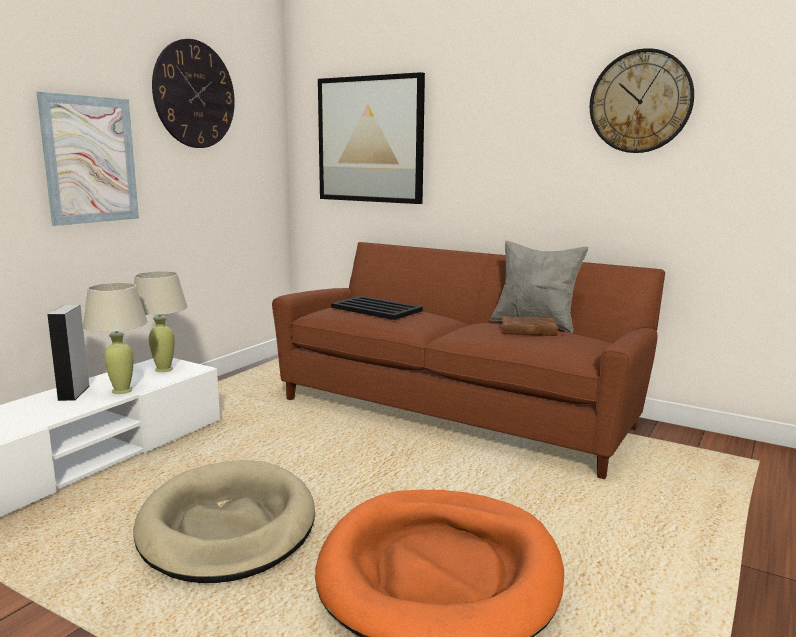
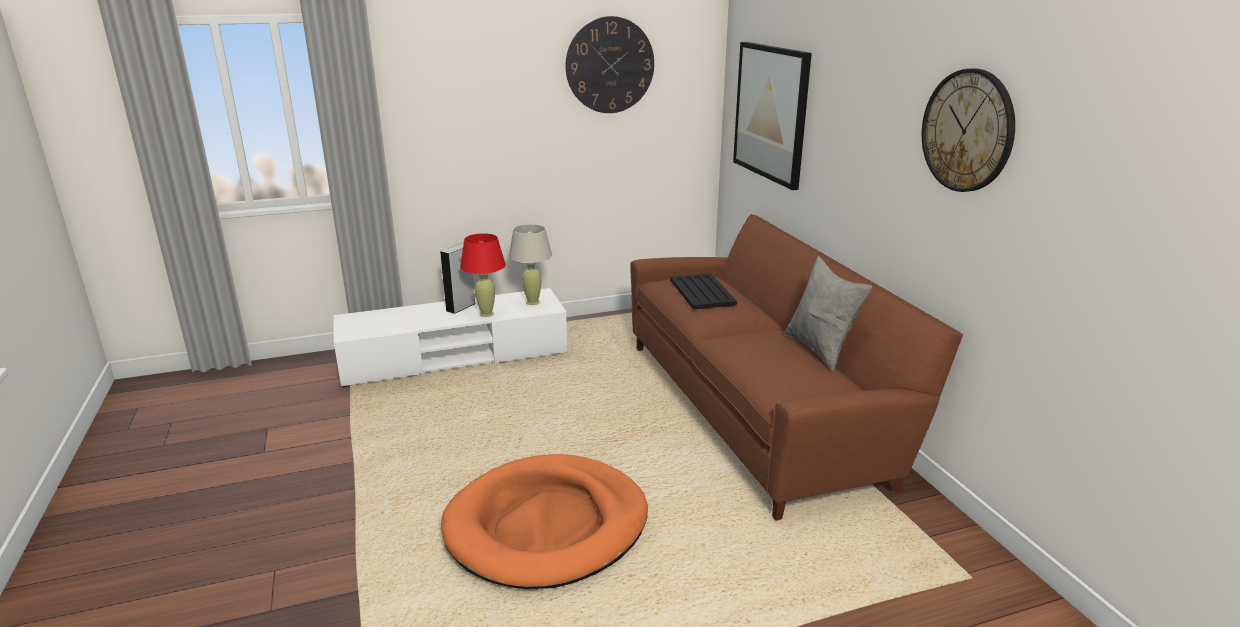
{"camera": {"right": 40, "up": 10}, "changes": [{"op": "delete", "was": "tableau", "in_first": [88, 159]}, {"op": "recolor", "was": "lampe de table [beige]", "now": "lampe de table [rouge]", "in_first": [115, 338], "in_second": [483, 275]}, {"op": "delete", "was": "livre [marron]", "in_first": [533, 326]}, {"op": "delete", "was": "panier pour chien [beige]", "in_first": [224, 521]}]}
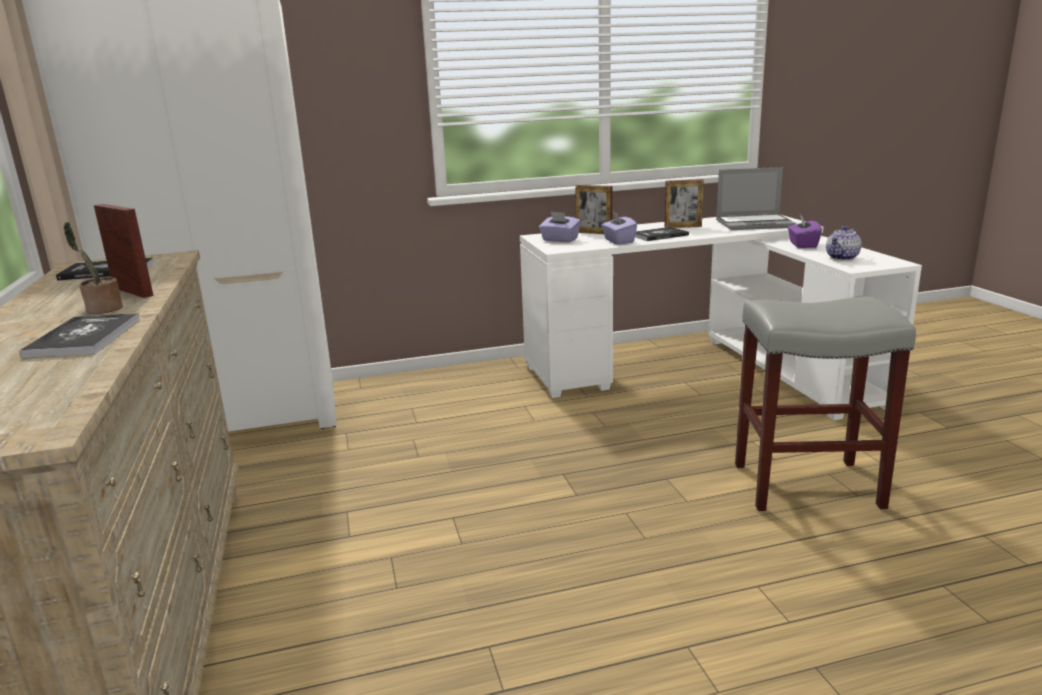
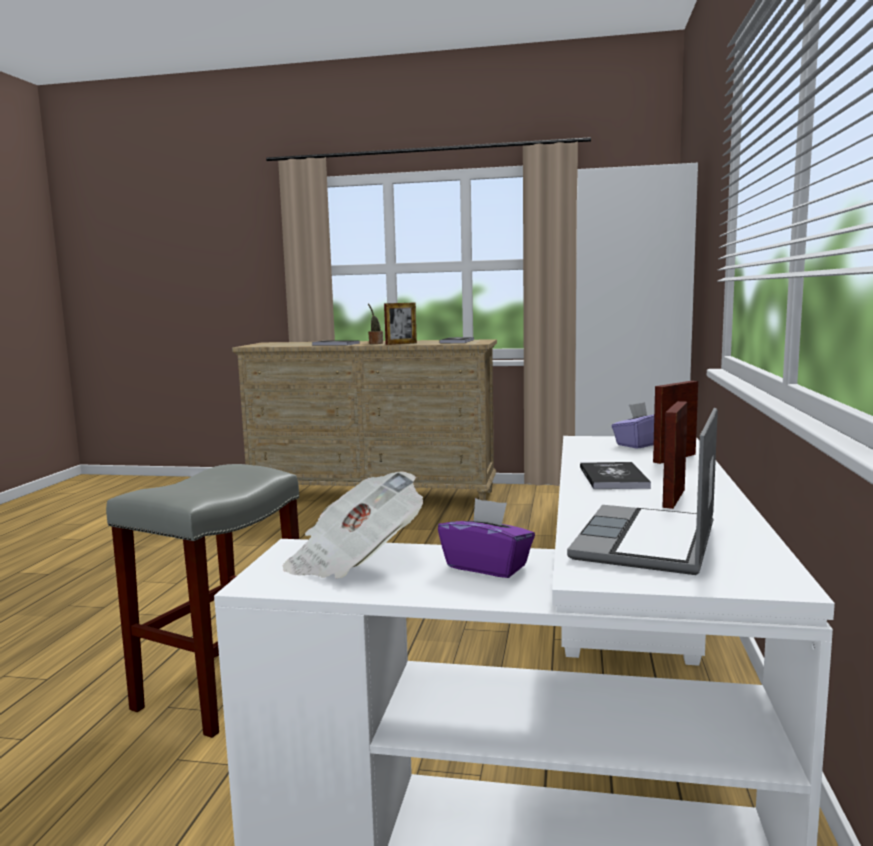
{"camera": {"right": 115, "up": -10}, "changes": [{"op": "delete", "was": "boîte à mouchoirs [violet]", "in_first": [619, 228]}, {"op": "replace", "was": "théière", "now": "journal", "in_first": [844, 243], "in_second": [353, 525]}]}
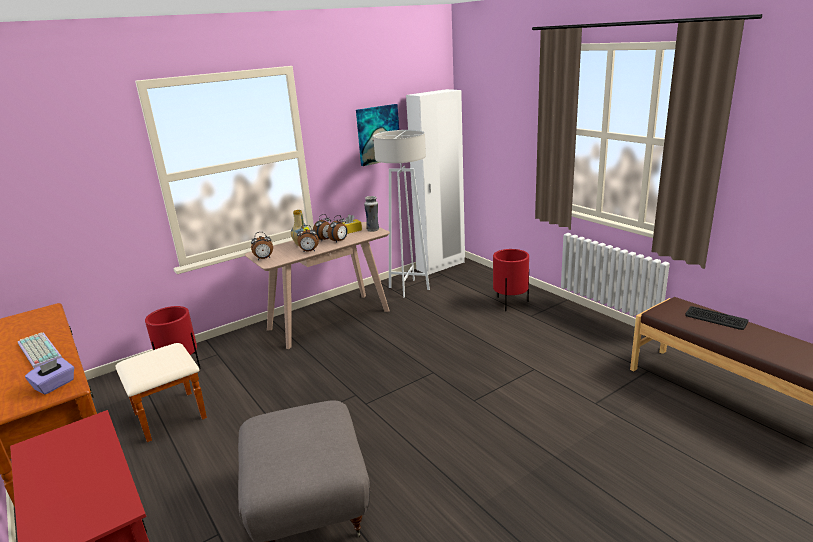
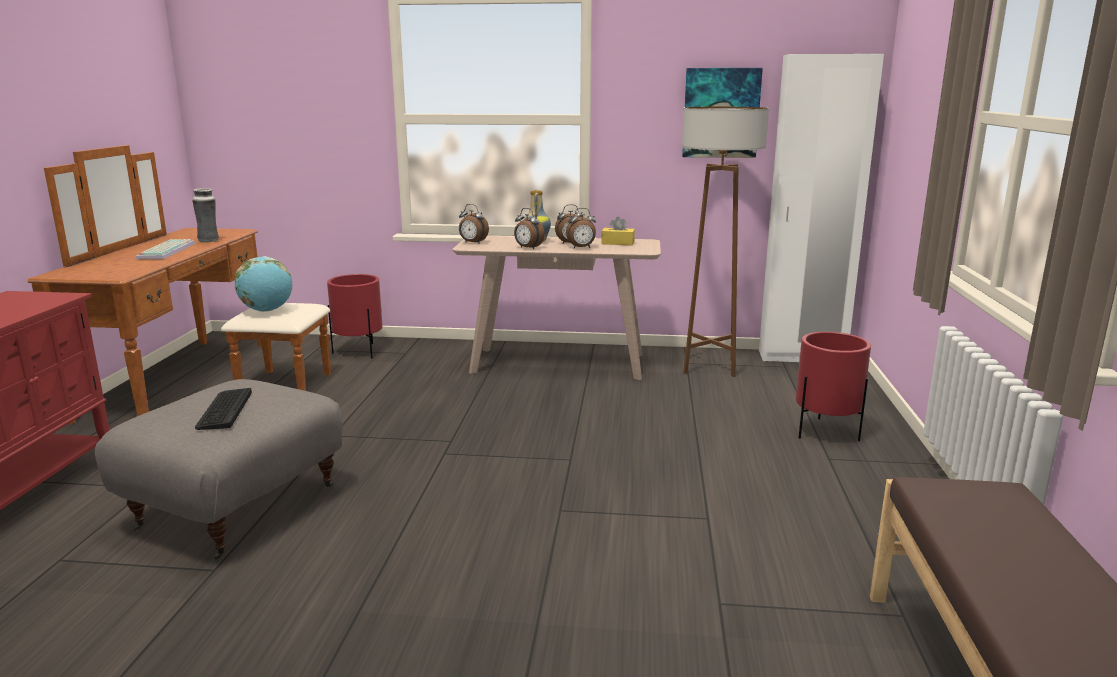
{"camera": {"right": 40, "up": -5}, "changes": [{"op": "recolor", "was": "lampadaire [blanc]", "now": "lampadaire [marron]", "in_first": [401, 214], "in_second": [725, 241]}, {"op": "move", "was": "vase", "in_first": [371, 214], "in_second": [205, 215]}, {"op": "move", "was": "clavier", "in_first": [716, 318], "in_second": [223, 409]}, {"op": "delete", "was": "boîte à mouchoirs [violet]", "in_first": [49, 376]}, {"op": "insert", "now": "globe", "in_second": [263, 284]}]}
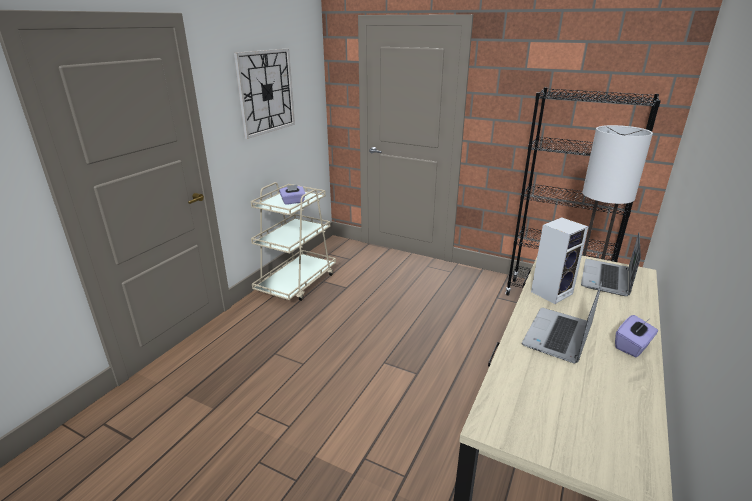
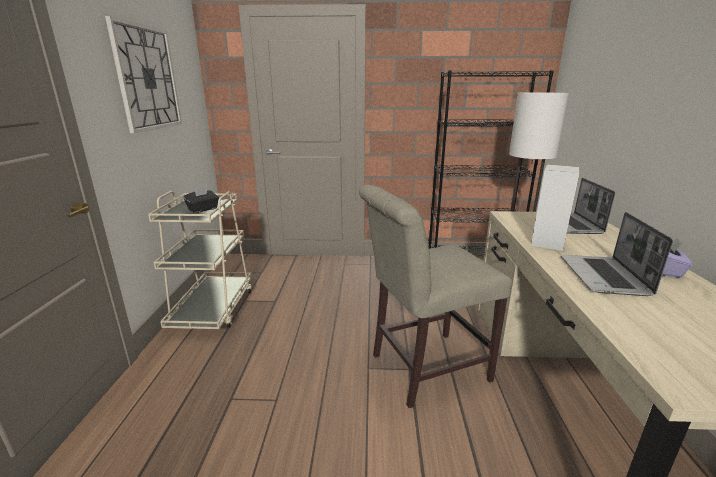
{"camera": {"right": -25, "up": -5}, "changes": [{"op": "recolor", "was": "boîte à mouchoirs [violet]", "now": "boîte à mouchoirs [noir]", "in_first": [292, 195], "in_second": [201, 200]}, {"op": "insert", "now": "chaise [beige]", "in_second": [435, 296]}]}
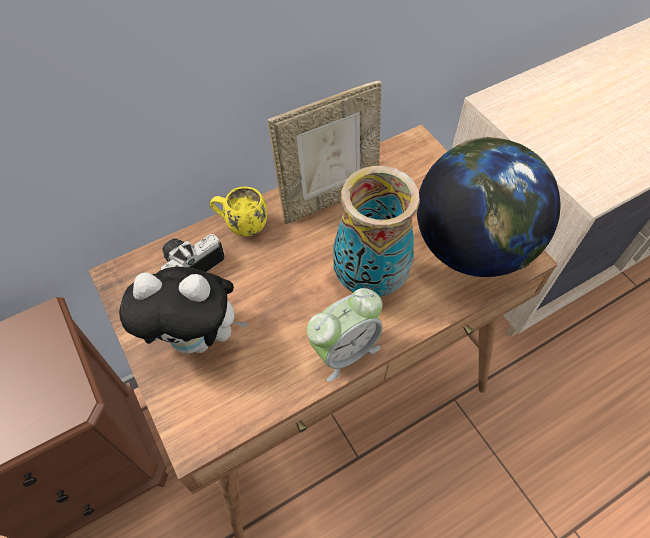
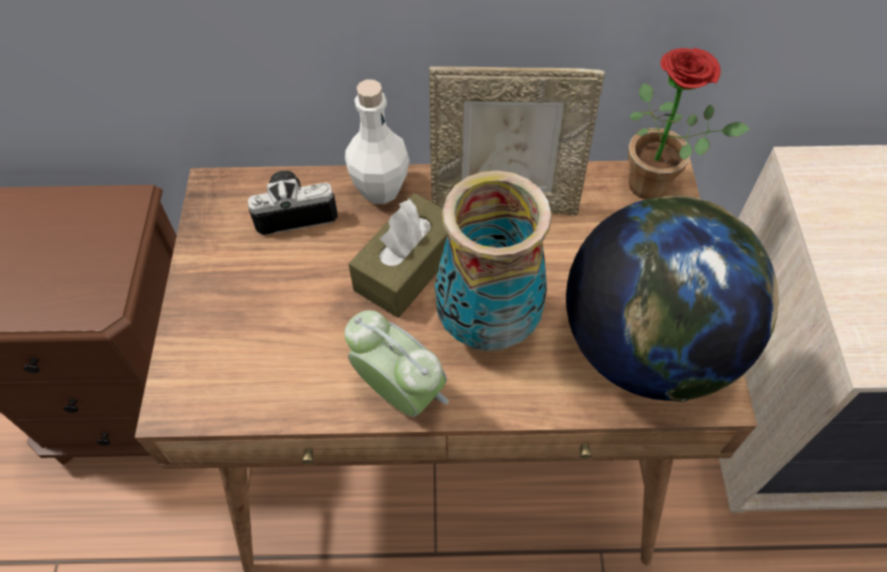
{"camera": {"right": 30, "up": 0}, "changes": [{"op": "replace", "was": "mug [jaune]", "now": "bouteille [blanc]", "in_first": [238, 211], "in_second": [377, 141]}, {"op": "delete", "was": "peluche", "in_first": [184, 310]}, {"op": "rotate", "was": "réveil", "in_first": [345, 335], "in_second": [396, 363], "clockwise": -135}, {"op": "insert", "now": "plante en pot", "in_second": [689, 123]}, {"op": "insert", "now": "boîte à mouchoirs [marron]", "in_second": [398, 255]}]}
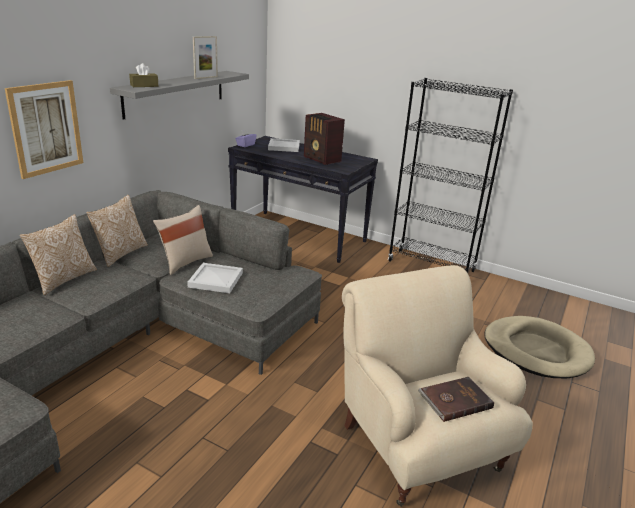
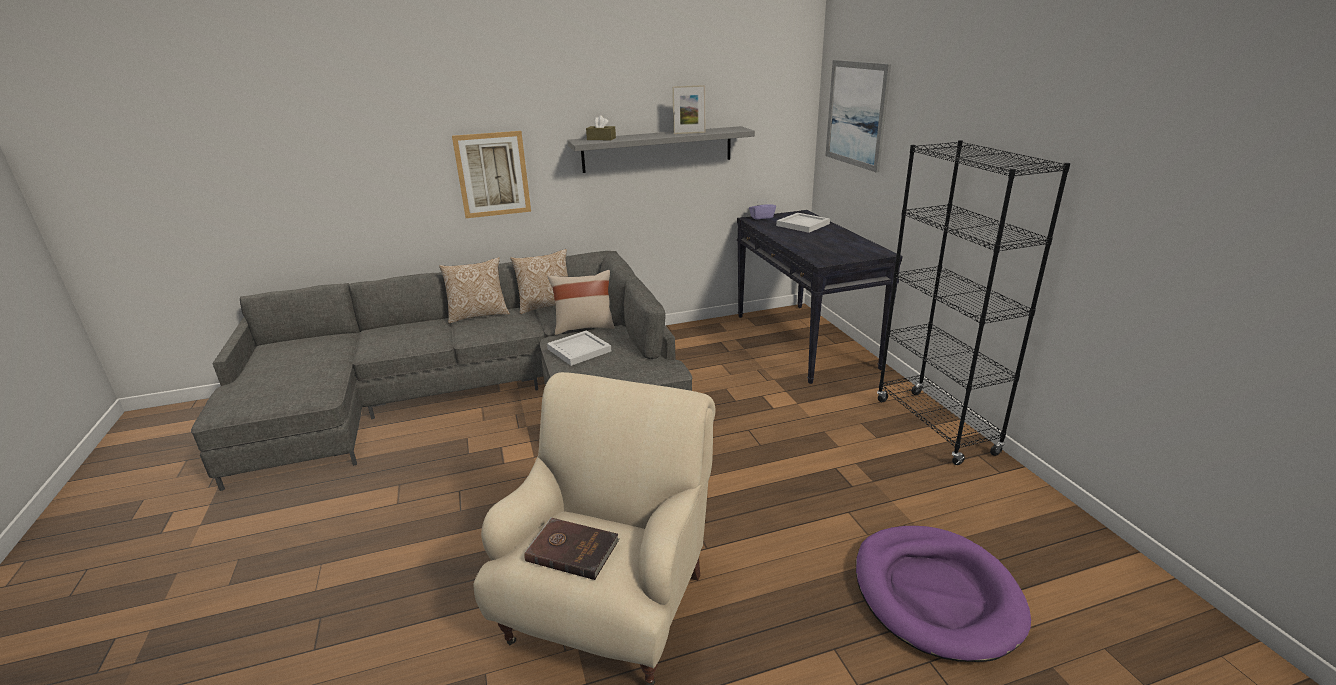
{"camera": {"right": 45, "up": 0}, "changes": [{"op": "delete", "was": "radio", "in_first": [324, 139]}, {"op": "recolor", "was": "panier pour chien [beige]", "now": "panier pour chien [violet]", "in_first": [540, 347], "in_second": [943, 594]}, {"op": "insert", "now": "tableau", "in_second": [858, 116]}]}
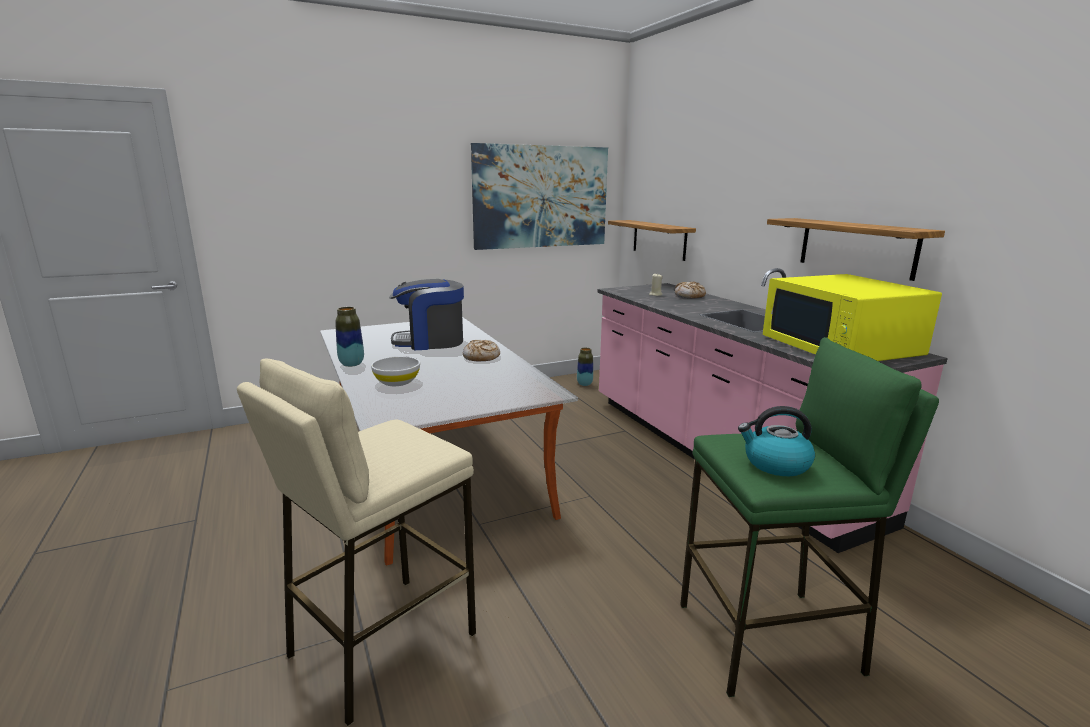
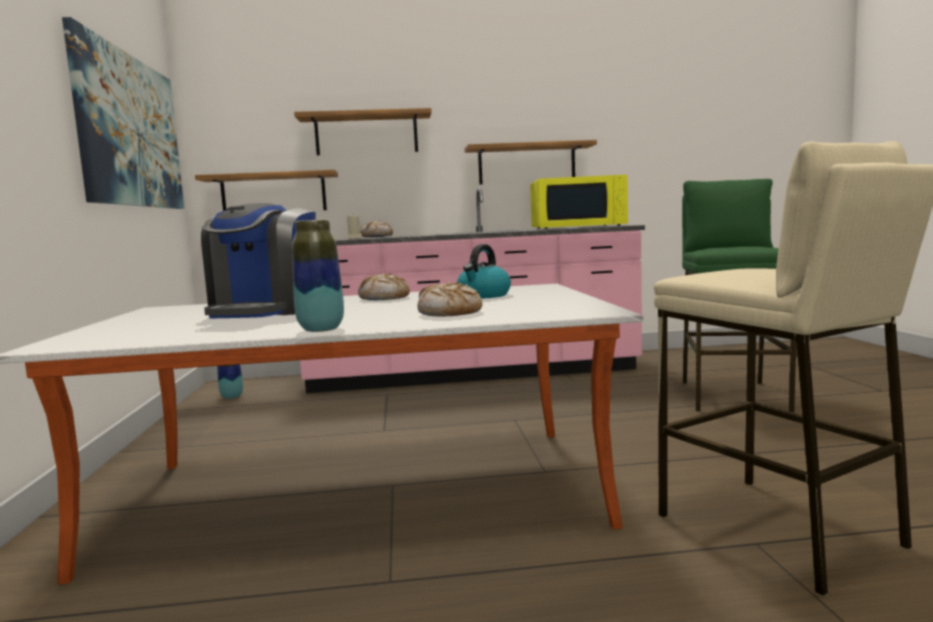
{"camera": {"right": -70, "up": -10}, "changes": [{"op": "replace", "was": "bol [blanc]", "now": "pain", "in_first": [395, 371], "in_second": [450, 299]}, {"op": "move", "was": "bouilloire", "in_first": [776, 441], "in_second": [484, 271]}, {"op": "insert", "now": "étagère", "in_second": [363, 131]}]}
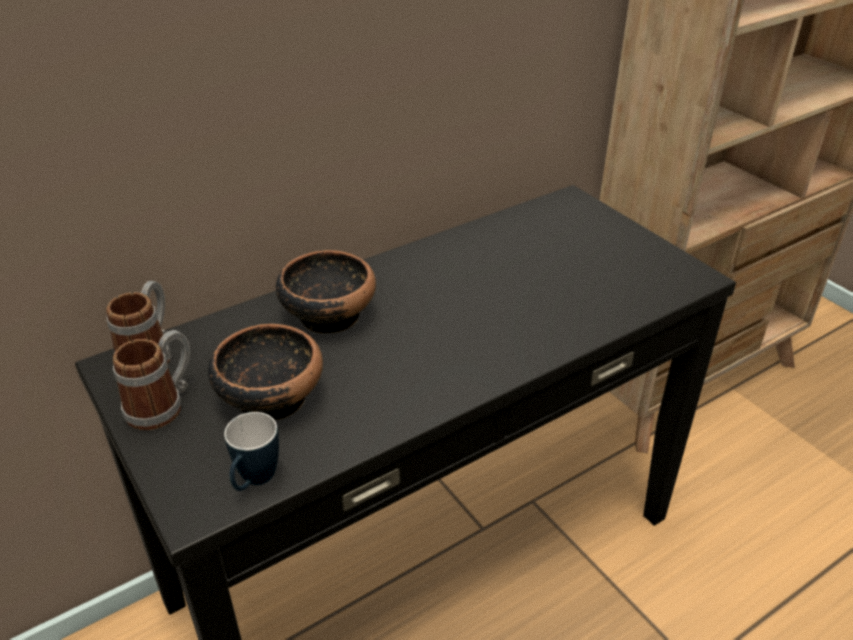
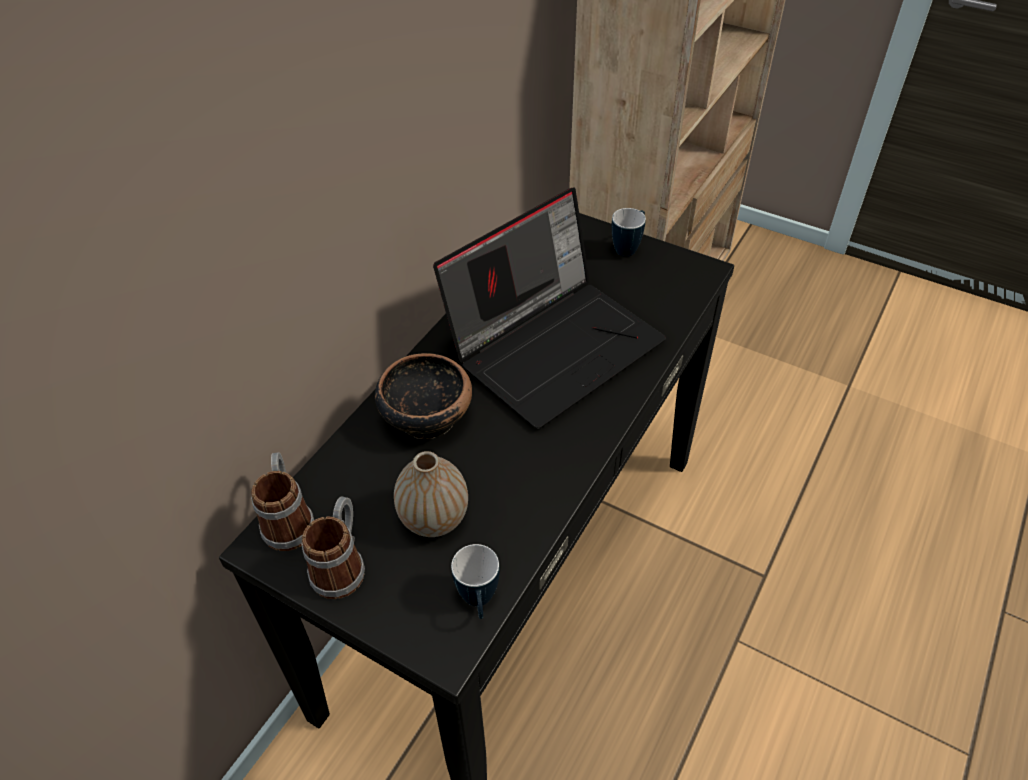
{"camera": {"right": -25, "up": 10}, "changes": [{"op": "replace", "was": "bol", "now": "vase", "in_first": [265, 372], "in_second": [431, 494]}, {"op": "insert", "now": "ordinateur portable", "in_second": [549, 308]}, {"op": "insert", "now": "mug", "in_second": [629, 232]}]}
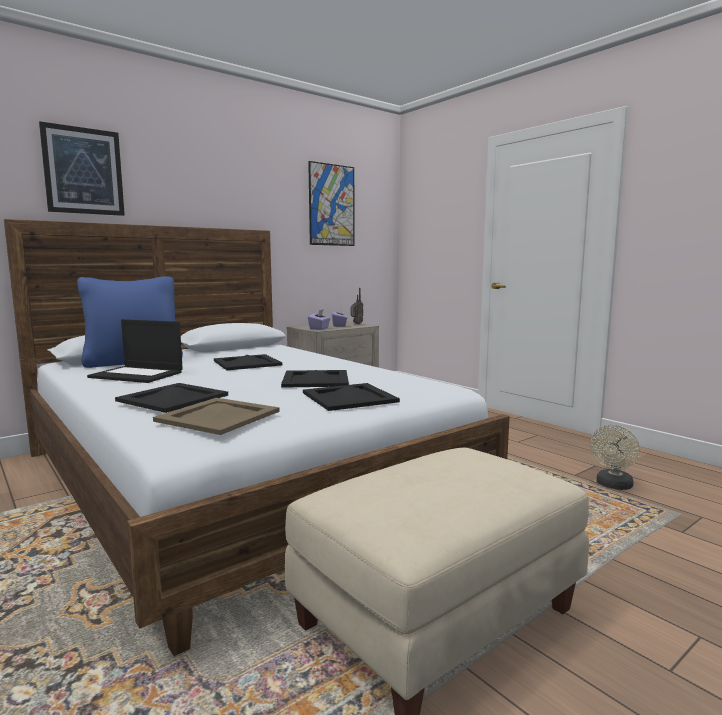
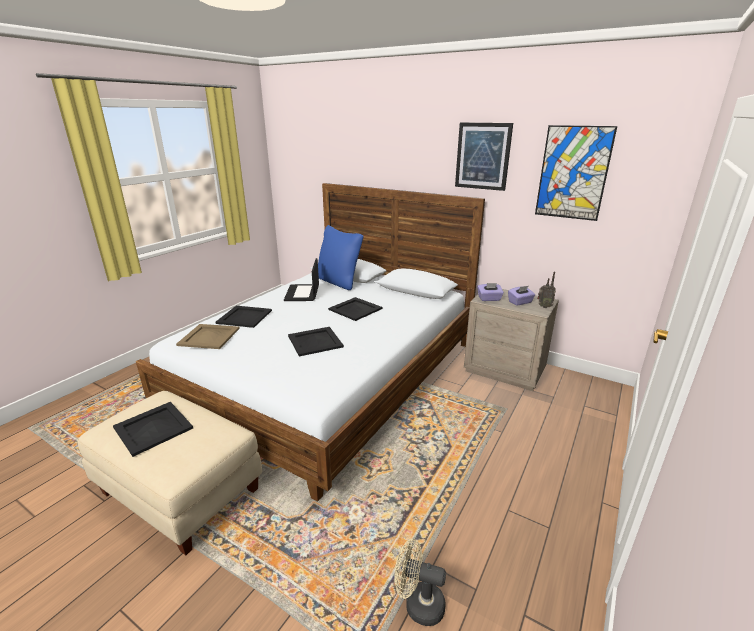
{"camera": {"right": 70, "up": 15}, "changes": [{"op": "move", "was": "tableau", "in_first": [82, 168], "in_second": [484, 156]}, {"op": "move", "was": "plateau [noir]", "in_first": [351, 397], "in_second": [153, 429]}]}
